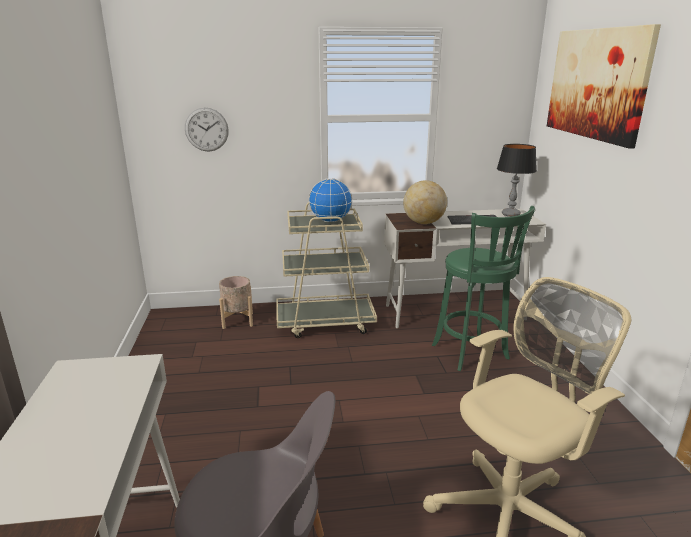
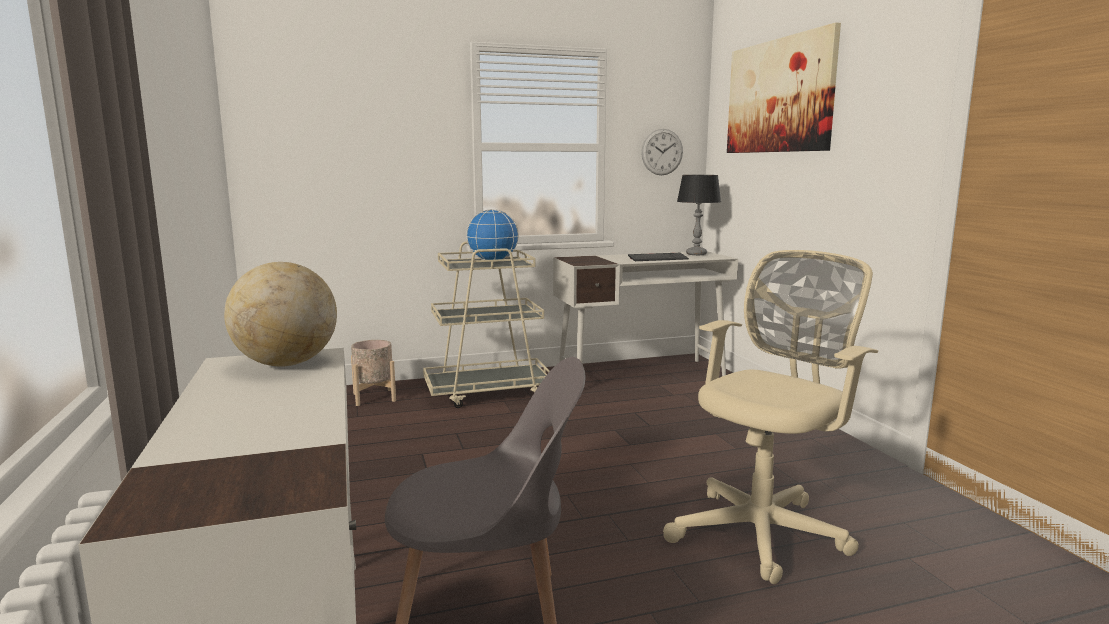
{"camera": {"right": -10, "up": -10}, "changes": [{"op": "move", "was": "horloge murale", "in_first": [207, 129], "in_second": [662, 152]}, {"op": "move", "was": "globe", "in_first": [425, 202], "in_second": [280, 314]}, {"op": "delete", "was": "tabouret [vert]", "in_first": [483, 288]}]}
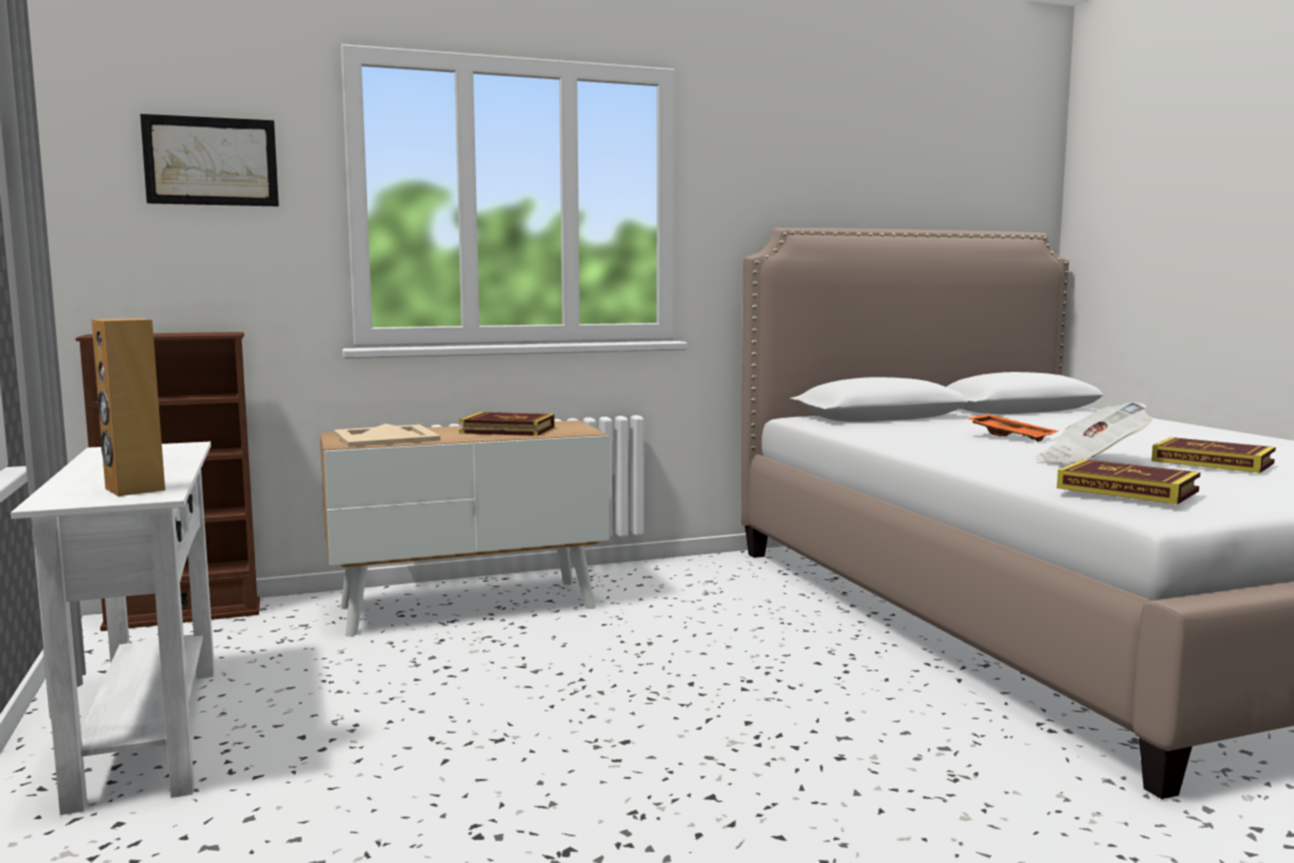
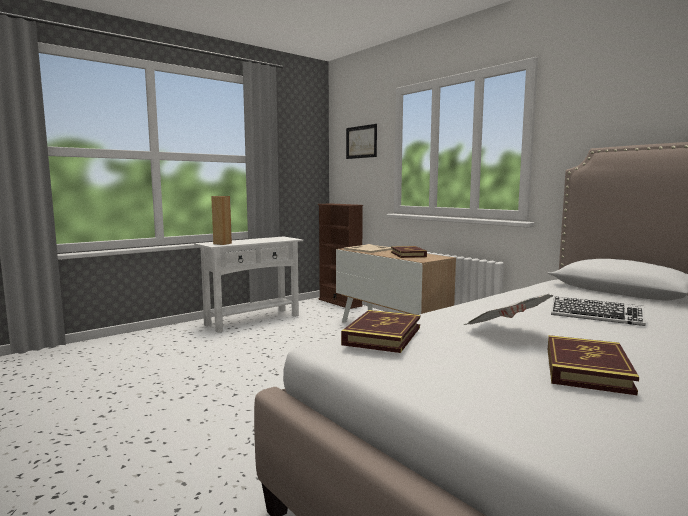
{"camera": {"right": 70, "up": 0}, "changes": [{"op": "replace", "was": "plateau [orange]", "now": "clavier", "in_first": [1012, 428], "in_second": [598, 311]}]}
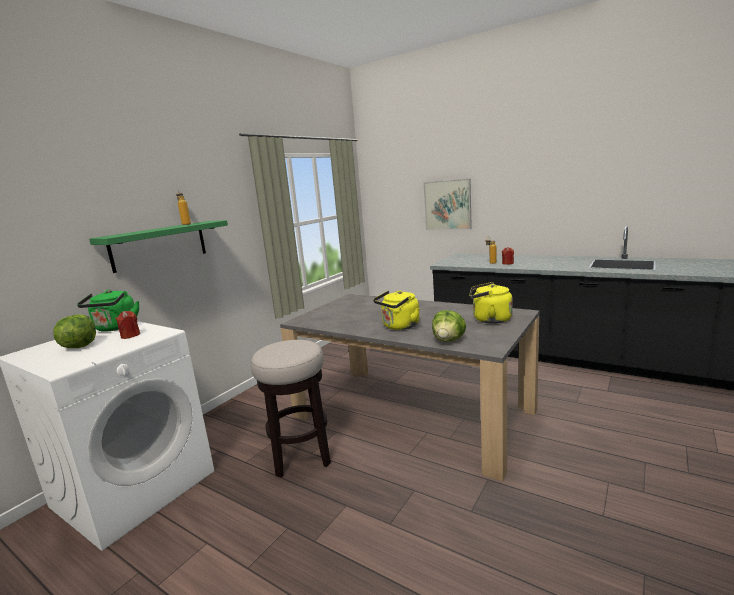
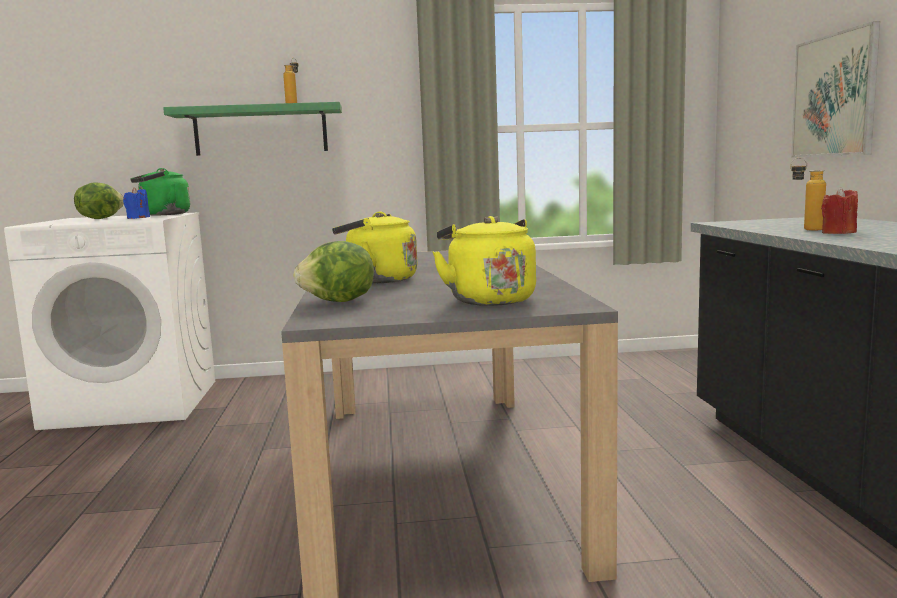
{"camera": {"right": 50, "up": -5}, "changes": [{"op": "recolor", "was": "bougie [rouge]", "now": "bougie [bleu]", "in_first": [127, 325], "in_second": [136, 203]}, {"op": "delete", "was": "tabouret", "in_first": [290, 408]}]}
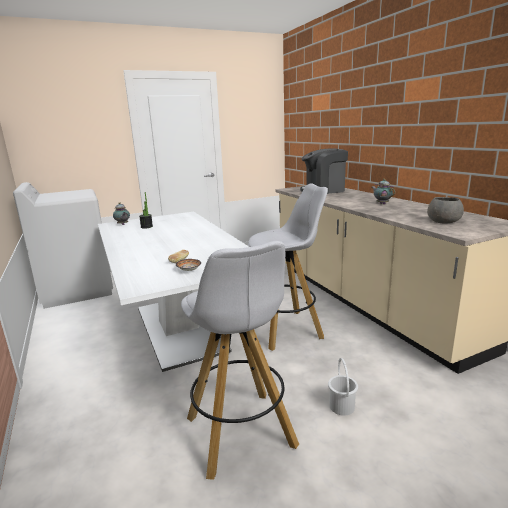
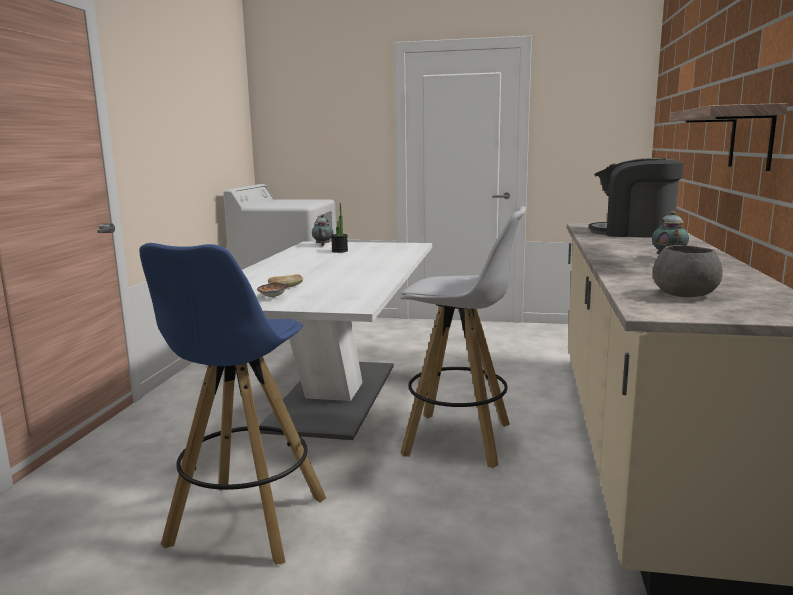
{"camera": {"right": 35, "up": -5}, "changes": [{"op": "recolor", "was": "tabouret [blanc]", "now": "tabouret [bleu]", "in_first": [240, 360], "in_second": [232, 404]}, {"op": "delete", "was": "seau [blanc]", "in_first": [343, 387]}, {"op": "insert", "now": "étagère", "in_second": [728, 137]}]}
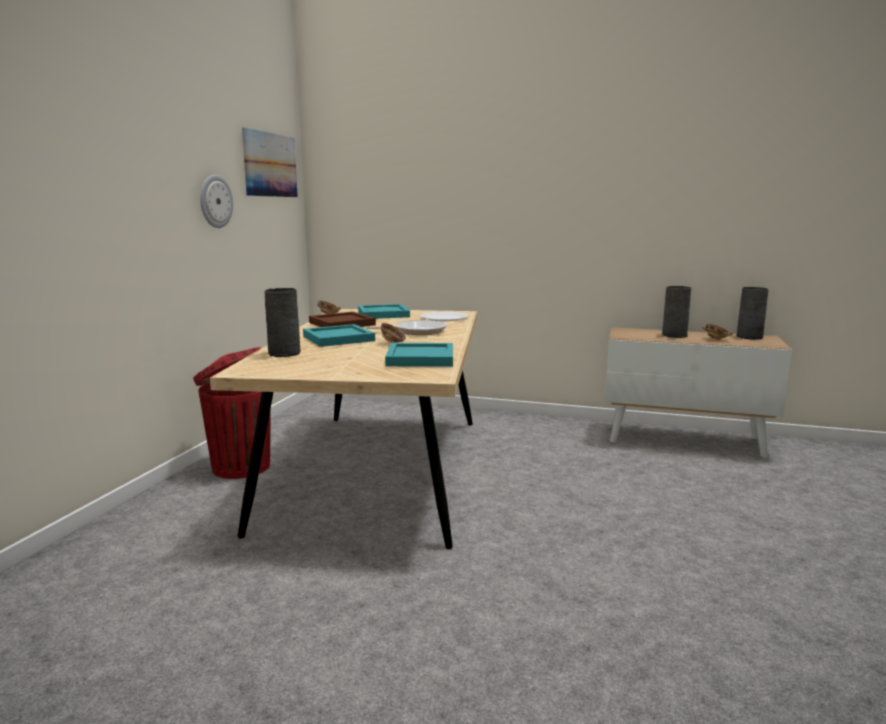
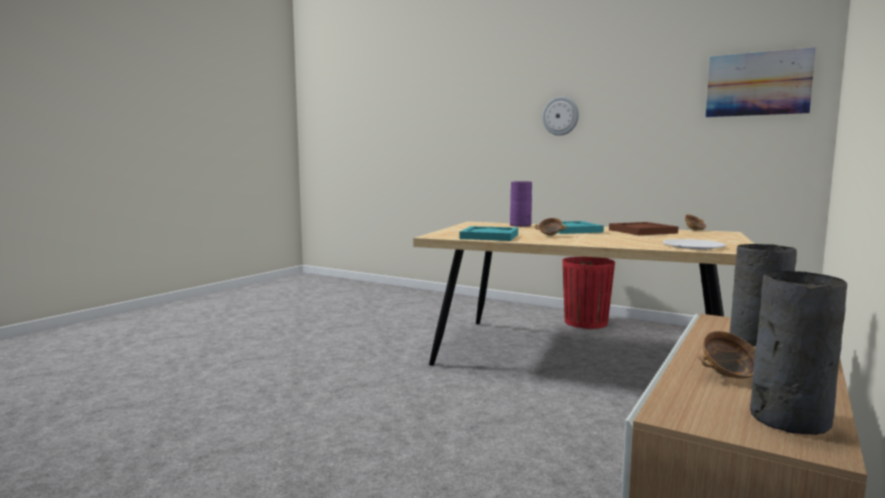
{"camera": {"right": 105, "up": -5}, "changes": [{"op": "move", "was": "horloge murale", "in_first": [216, 201], "in_second": [560, 116]}, {"op": "recolor", "was": "vase [gris]", "now": "vase [violet]", "in_first": [283, 322], "in_second": [521, 204]}, {"op": "delete", "was": "plateau [turquoise]", "in_first": [384, 311]}, {"op": "delete", "was": "poêle", "in_first": [406, 327]}]}
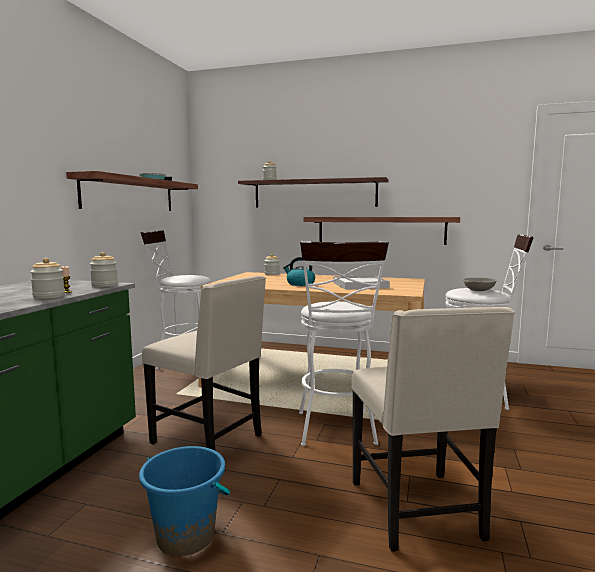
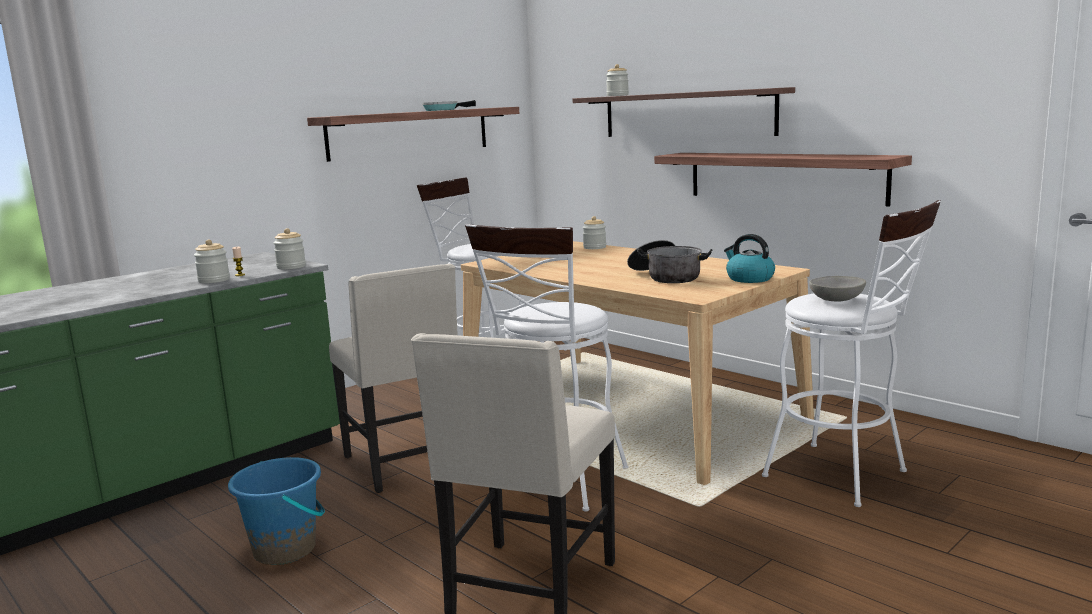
{"camera": {"right": 30, "up": 5}, "changes": [{"op": "move", "was": "bouilloire", "in_first": [299, 271], "in_second": [749, 258]}, {"op": "replace", "was": "plateau [blanc]", "now": "marmite", "in_first": [361, 282], "in_second": [669, 261]}]}
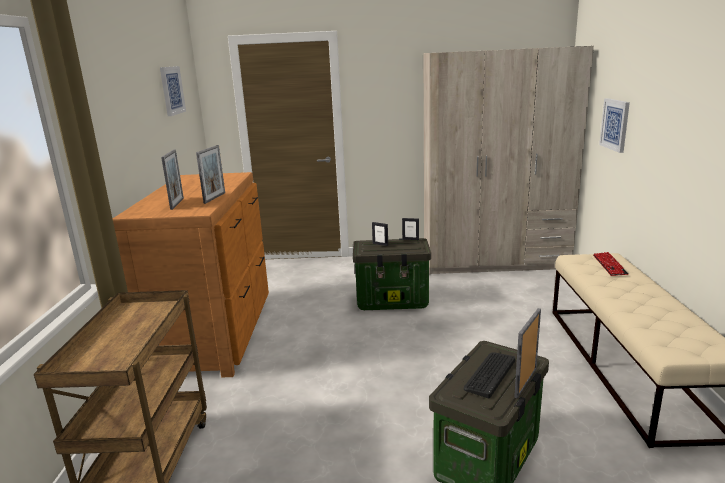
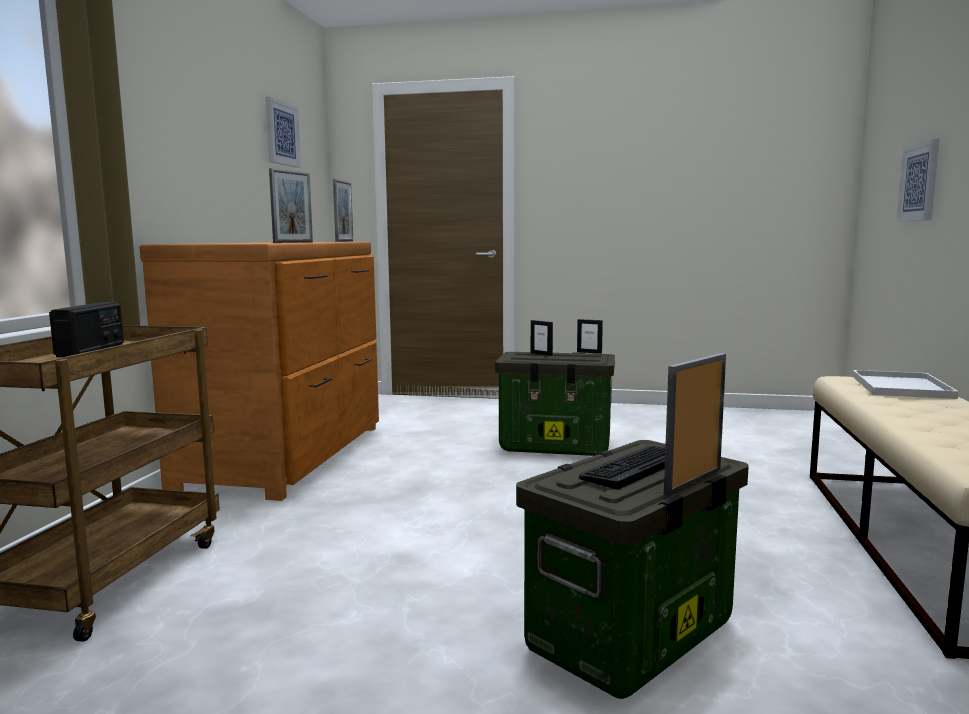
{"camera": {"right": 10, "up": -10}, "changes": [{"op": "delete", "was": "armoire [beige]", "in_first": [509, 160]}, {"op": "move", "was": "cadre photo", "in_first": [172, 179], "in_second": [343, 210]}, {"op": "replace", "was": "clavier", "now": "plateau [blanc]", "in_first": [610, 264], "in_second": [905, 384]}, {"op": "insert", "now": "radio", "in_second": [86, 329]}]}
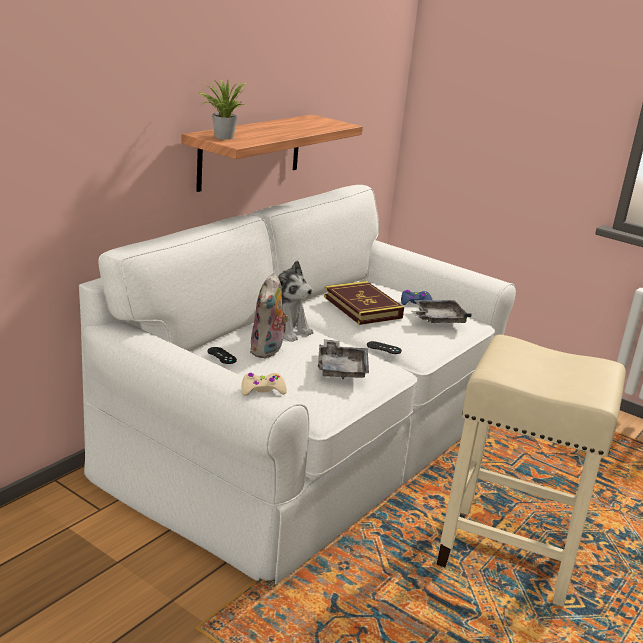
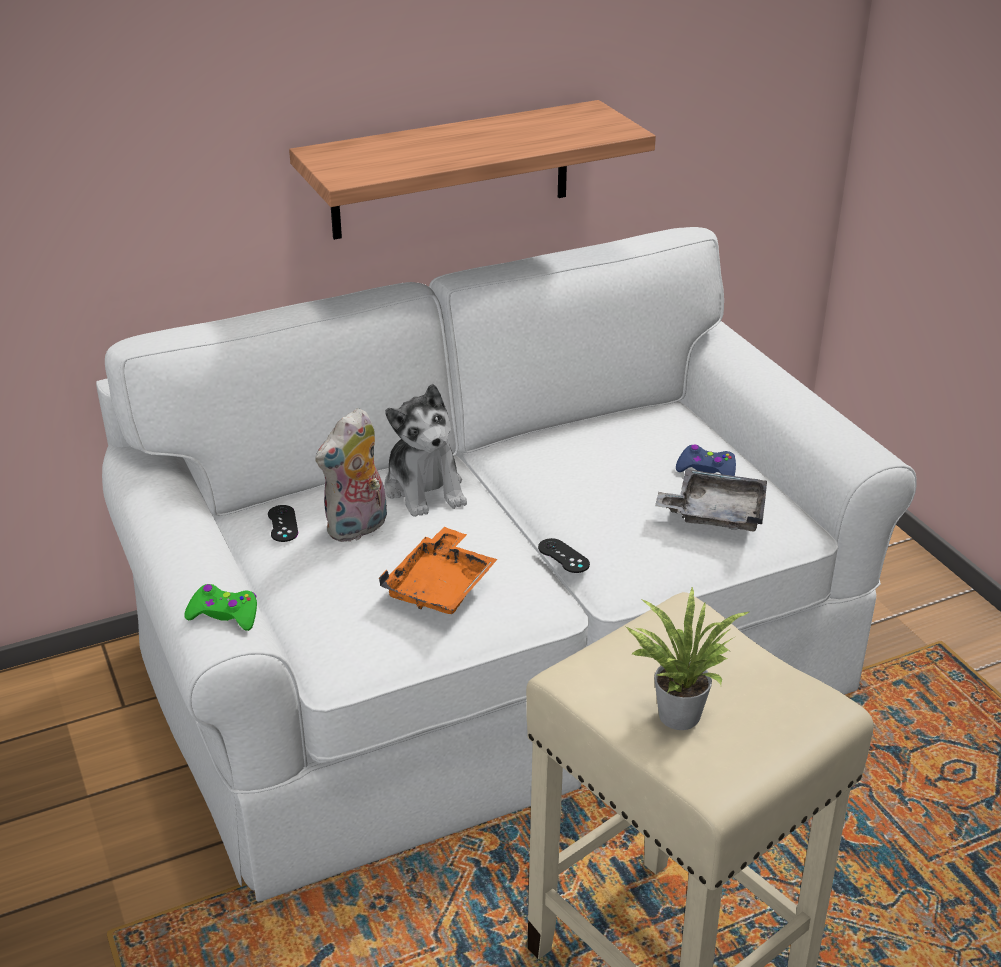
{"camera": {"right": 30, "up": 10}, "changes": [{"op": "move", "was": "plante en pot", "in_first": [222, 110], "in_second": [686, 658]}, {"op": "delete", "was": "livre", "in_first": [364, 303]}, {"op": "recolor", "was": "plateau [gris]", "now": "plateau [orange]", "in_first": [343, 359], "in_second": [438, 570]}, {"op": "recolor", "was": "manette [beige]", "now": "manette [vert]", "in_first": [264, 384], "in_second": [220, 607]}]}
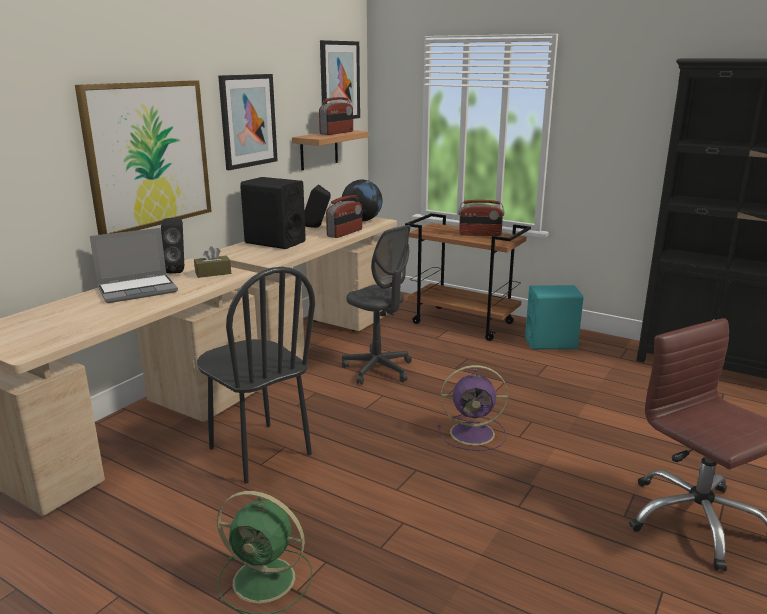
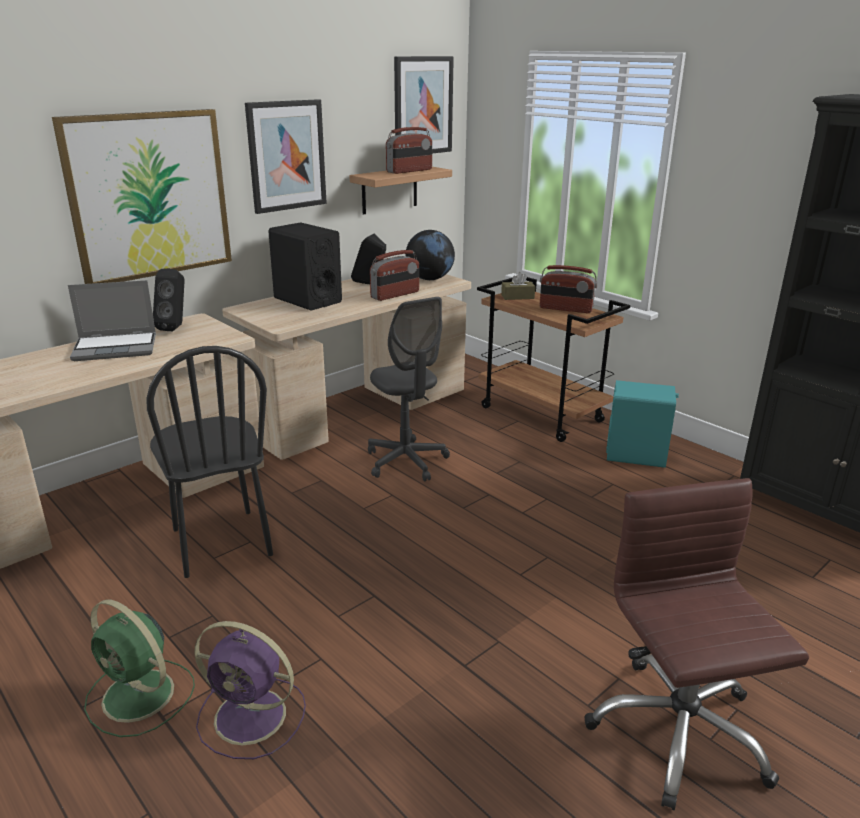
{"camera": {"right": 15, "up": 5}, "changes": [{"op": "move", "was": "boîte à mouchoirs [marron]", "in_first": [212, 262], "in_second": [518, 286]}, {"op": "move", "was": "ventilateur [violet]", "in_first": [473, 408], "in_second": [250, 690]}]}
